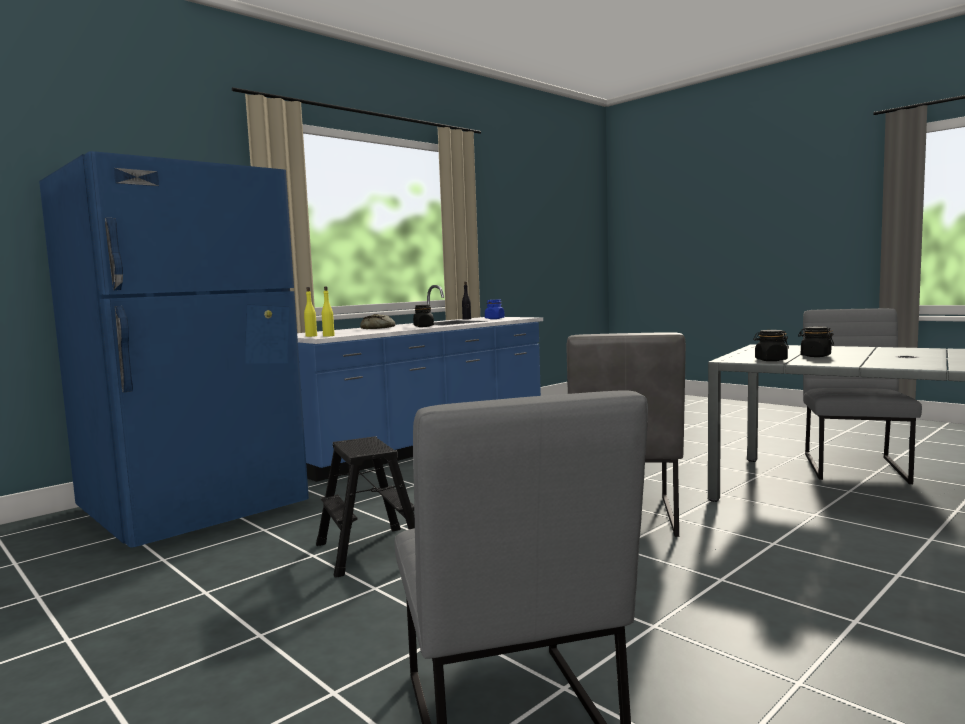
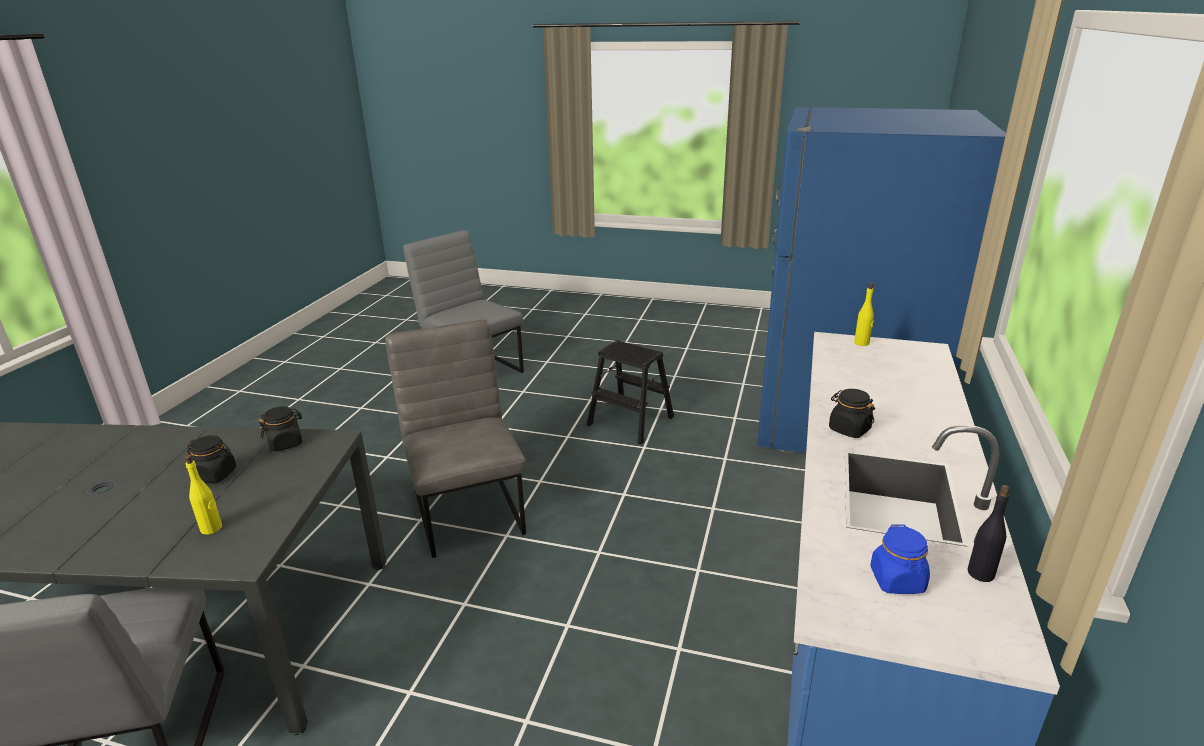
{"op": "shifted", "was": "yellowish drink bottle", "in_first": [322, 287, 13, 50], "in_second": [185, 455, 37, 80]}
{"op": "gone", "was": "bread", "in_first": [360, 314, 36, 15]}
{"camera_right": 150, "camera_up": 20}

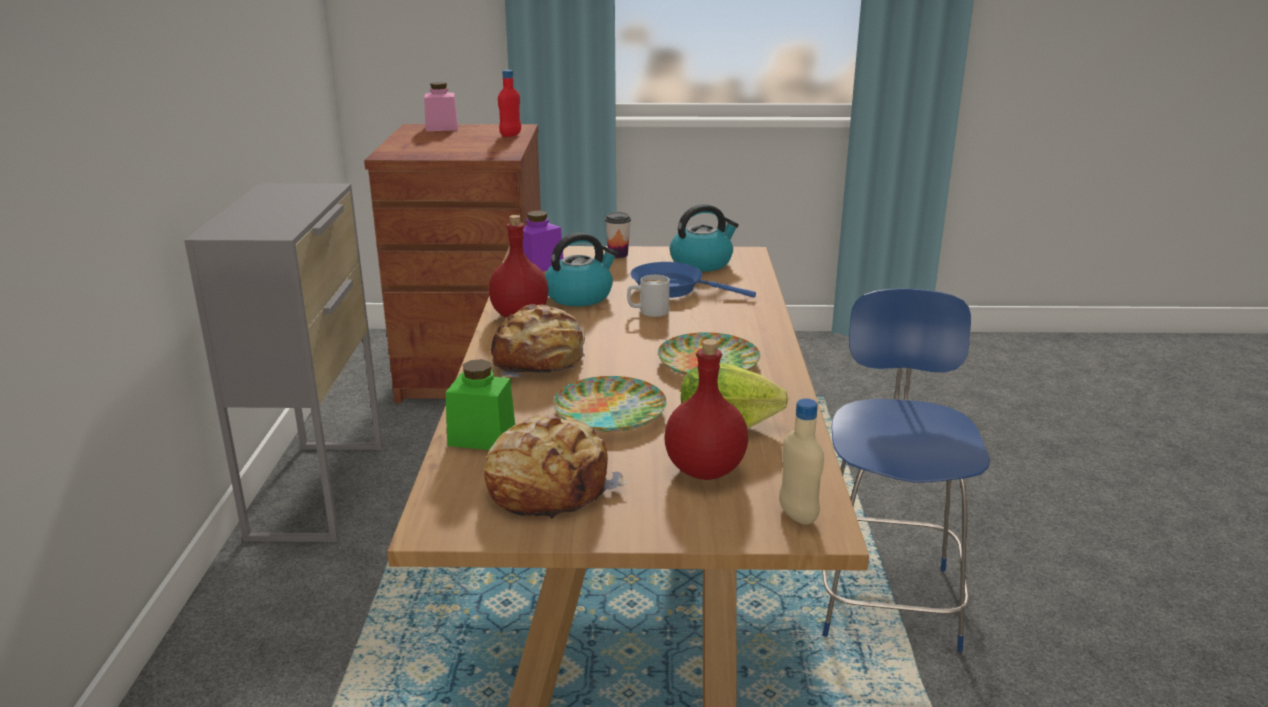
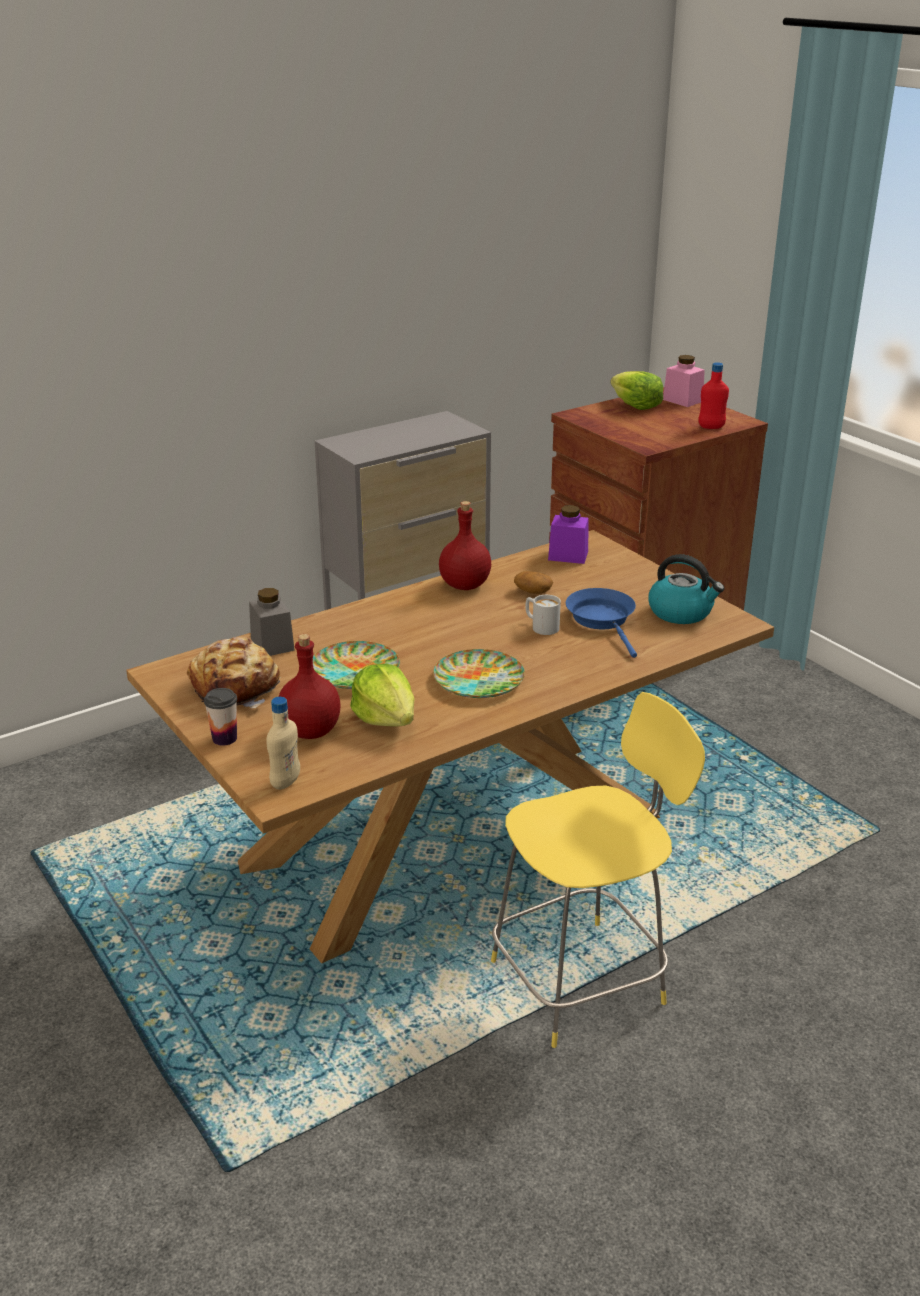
{"op": "shifted", "was": "small cup", "in_first": [605, 212, 26, 46], "in_second": [204, 688, 33, 58]}
{"op": "swapped", "was": "kettle", "now": "whole potato", "in_first": [545, 233, 72, 73], "in_second": [514, 571, 39, 23]}
{"op": "repainted", "was": "blue-coloured stool", "now": "yellowish stool", "in_first": [822, 288, 168, 364], "in_second": [491, 692, 214, 356]}
{"op": "gone", "was": "bread", "in_first": [491, 304, 94, 73]}
{"op": "repainted", "was": "green preserve jar", "now": "gray preserve jar", "in_first": [446, 359, 69, 91], "in_second": [249, 588, 46, 68]}
{"op": "new", "now": "lettuce head", "in_second": [610, 371, 53, 39]}
{"camera_right": 55, "camera_up": 5}

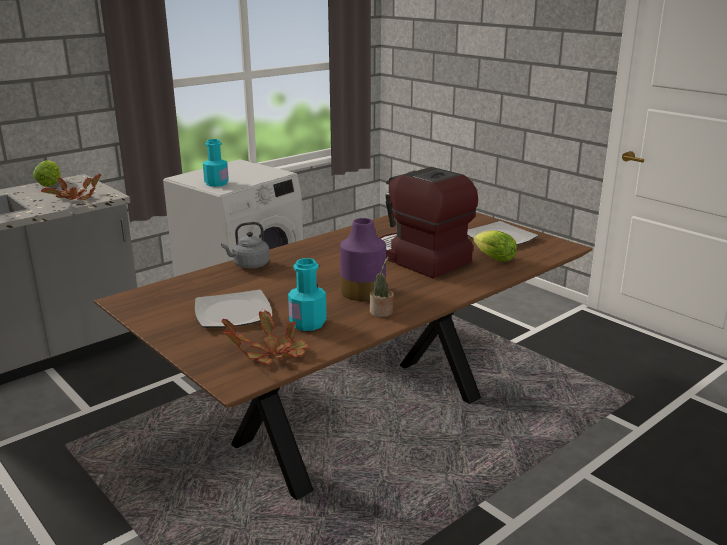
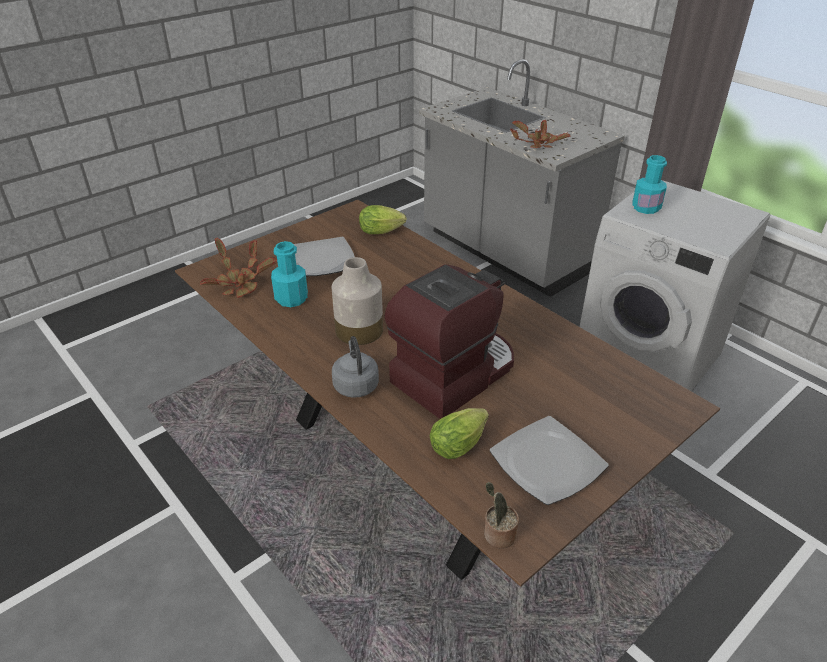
{"op": "shifted", "was": "lettuce head", "in_first": [33, 160, 28, 27], "in_second": [359, 205, 48, 29]}
{"op": "repainted", "was": "purple-coloured decorative vase", "now": "beige decorative vase", "in_first": [340, 218, 46, 83], "in_second": [332, 257, 51, 88]}
{"op": "shifted", "was": "gray kettle", "in_first": [221, 222, 48, 47], "in_second": [332, 336, 47, 62]}
{"op": "shifted", "was": "houseplant", "in_first": [370, 257, 24, 60], "in_second": [484, 482, 35, 66]}
{"camera_right": 90, "camera_up": 15}

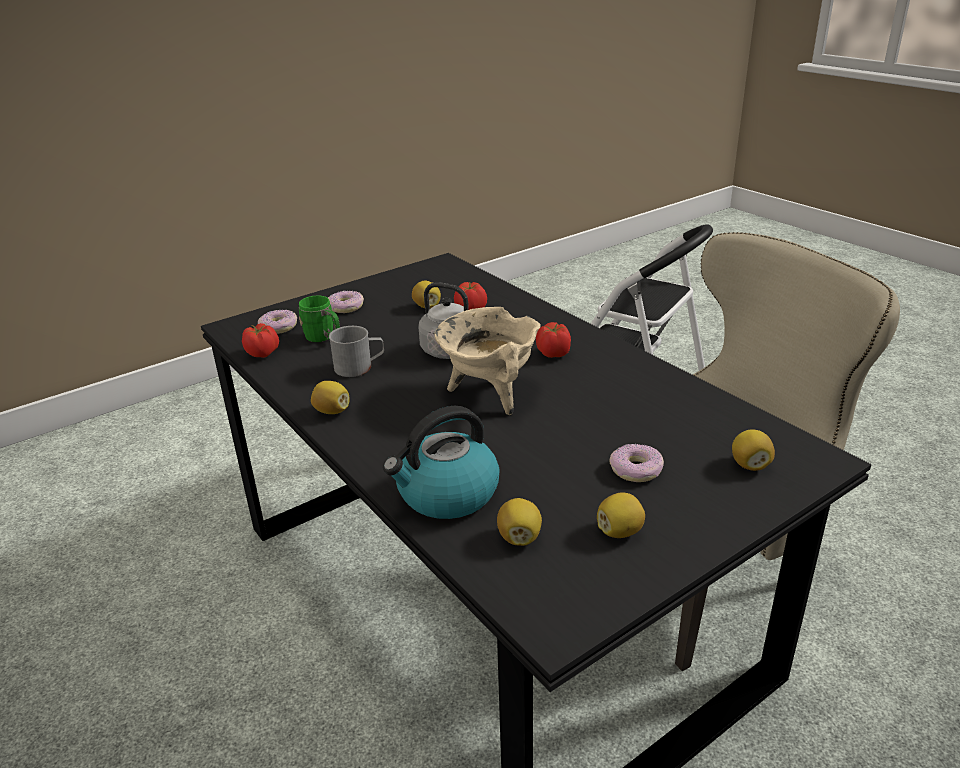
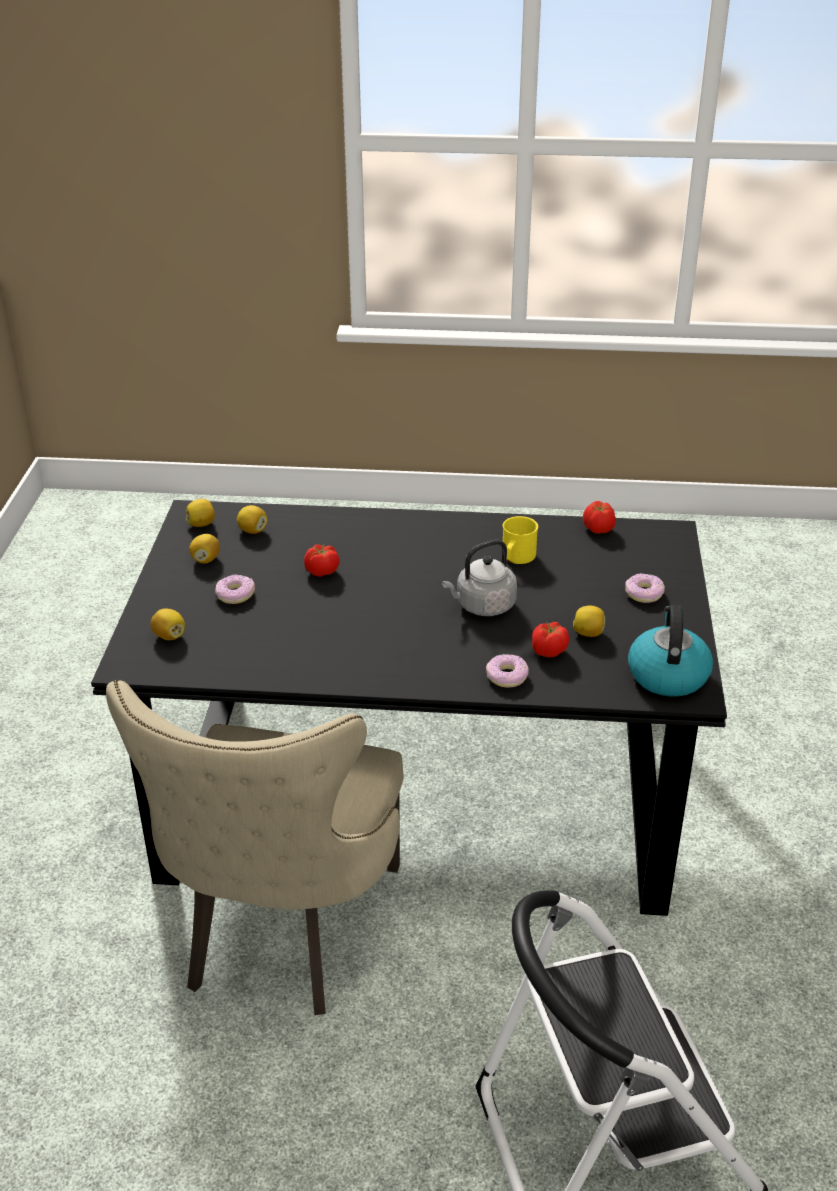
{"op": "gone", "was": "green mug", "in_first": [299, 295, 41, 47]}
{"op": "gone", "was": "beige saucepot", "in_first": [434, 307, 107, 108]}
{"op": "shifted", "was": "doughnut", "in_first": [258, 310, 39, 24], "in_second": [486, 654, 43, 34]}
{"op": "shifted", "was": "fresh tomato", "in_first": [536, 322, 35, 36], "in_second": [304, 544, 36, 33]}
{"op": "repainted", "was": "gray mug", "now": "yellowish mug", "in_first": [329, 326, 55, 51], "in_second": [503, 516, 35, 48]}
{"op": "shifted", "was": "lemon", "in_first": [311, 381, 38, 33], "in_second": [186, 499, 29, 28]}
{"op": "shifted", "was": "kettle", "in_first": [383, 406, 117, 113], "in_second": [628, 604, 85, 92]}
{"camera_right": 130, "camera_up": 5}

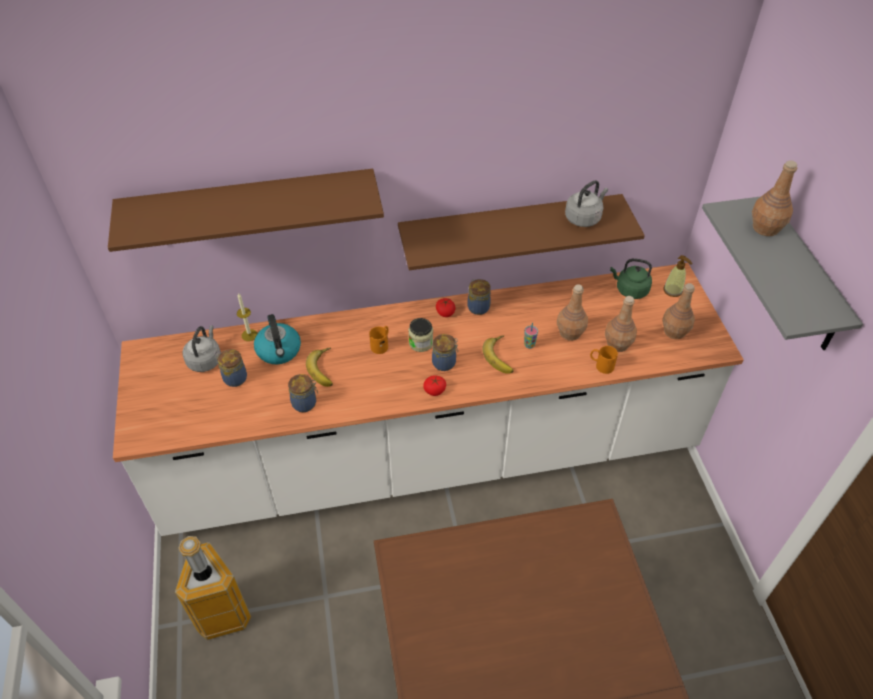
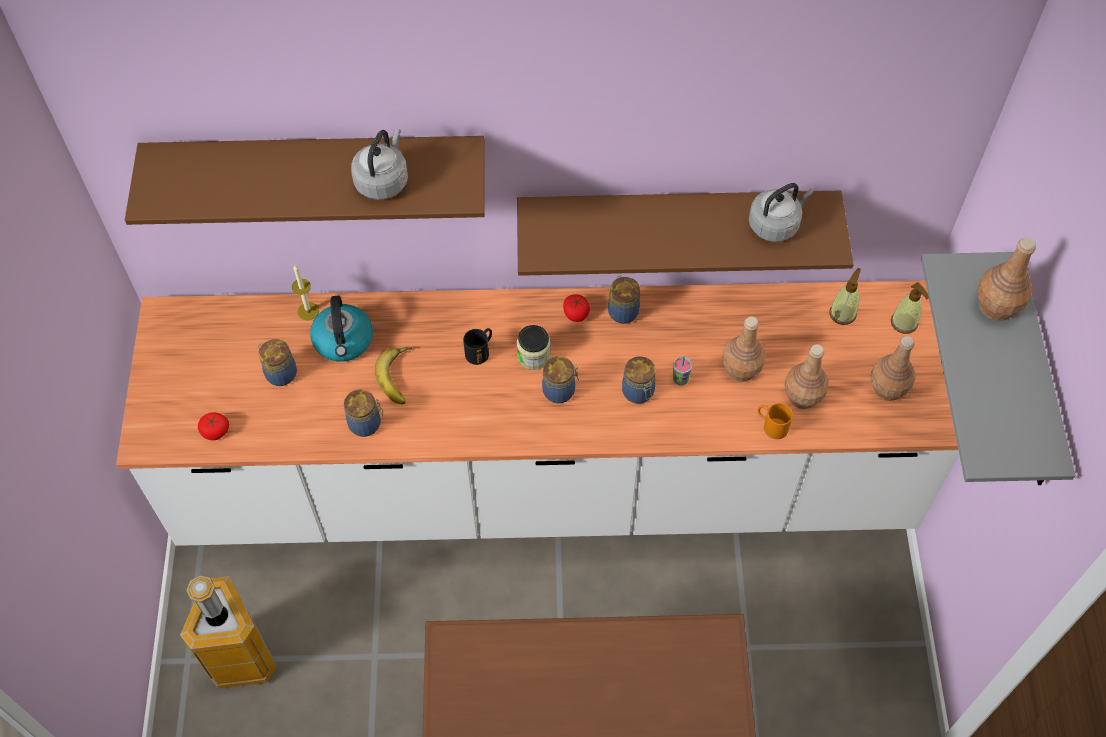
{"op": "swapped", "was": "green kettle", "now": "liquid soap bottle", "in_first": [610, 258, 42, 41], "in_second": [829, 268, 32, 57]}
{"op": "shifted", "was": "gray kettle", "in_first": [183, 325, 38, 47], "in_second": [351, 128, 57, 72]}
{"op": "repainted", "was": "orange mug", "now": "blackish mug", "in_first": [369, 326, 20, 28], "in_second": [463, 328, 29, 37]}
{"op": "swapped", "was": "banana fruit", "now": "preserve jar", "in_first": [482, 335, 32, 39], "in_second": [622, 356, 34, 48]}
{"op": "shifted", "was": "fresh tomato", "in_first": [423, 375, 23, 21], "in_second": [198, 412, 31, 28]}
{"camera_right": 10, "camera_up": 10}

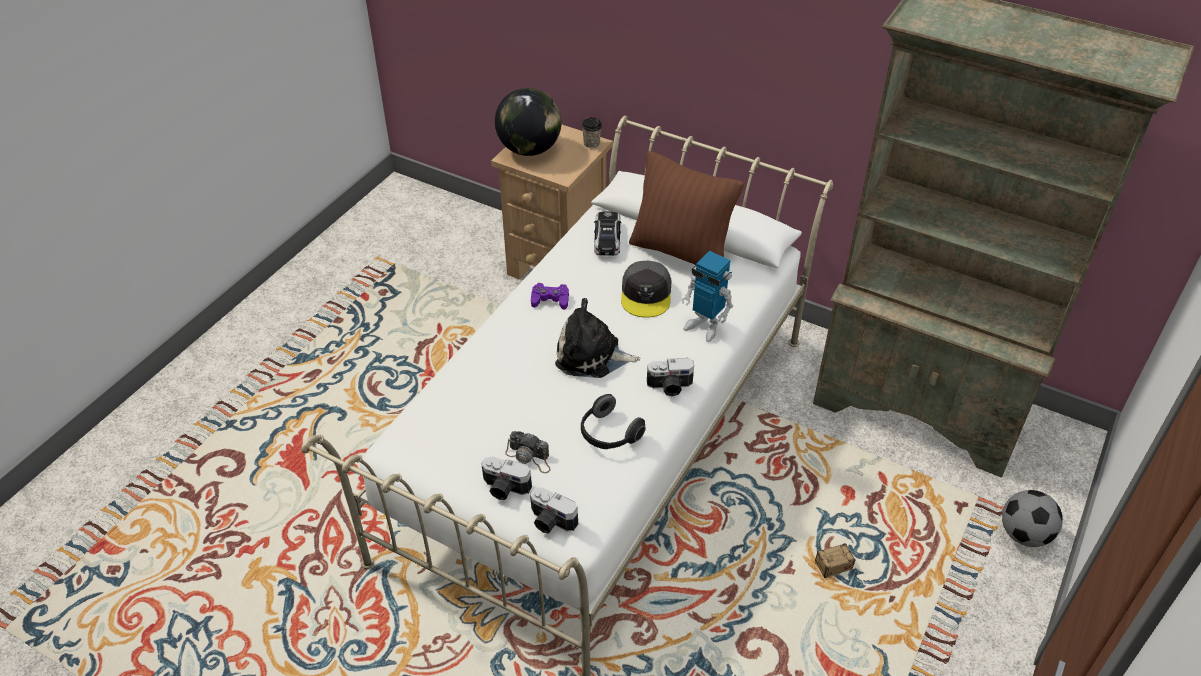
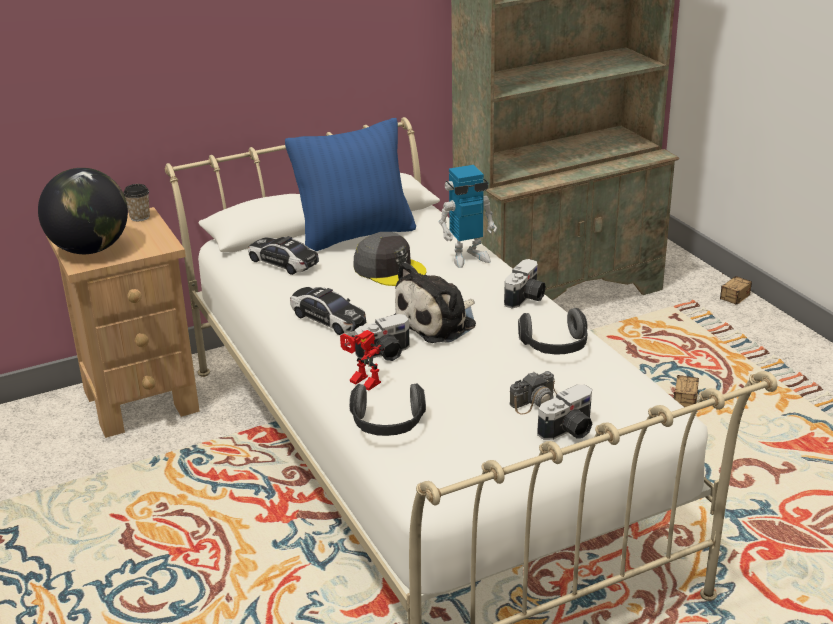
{"op": "repainted", "was": "brownish throw pillow", "now": "blue-coloured throw pillow", "in_first": [629, 151, 115, 114], "in_second": [285, 118, 131, 133]}
{"op": "swapped", "was": "purple-coloured gamepad", "now": "toy car", "in_first": [531, 283, 38, 27], "in_second": [290, 287, 77, 48]}
{"op": "shifted", "was": "photo camera", "in_first": [530, 487, 48, 47], "in_second": [354, 314, 56, 47]}
{"op": "swapped", "was": "football", "now": "storage container", "in_first": [1002, 490, 61, 57], "in_second": [720, 273, 32, 32]}
{"op": "new", "now": "robot figure", "in_second": [340, 330, 44, 60]}
{"op": "new", "now": "headset", "in_second": [349, 383, 77, 53]}
{"camera_right": -55, "camera_up": -15}

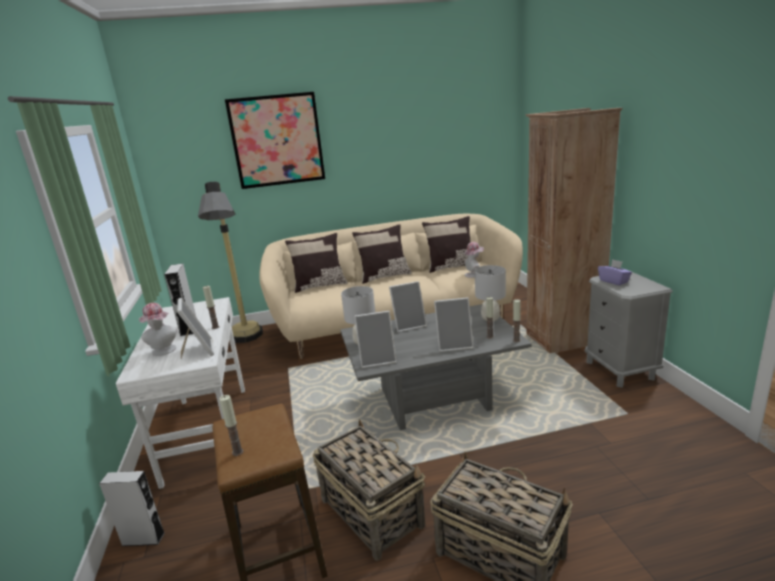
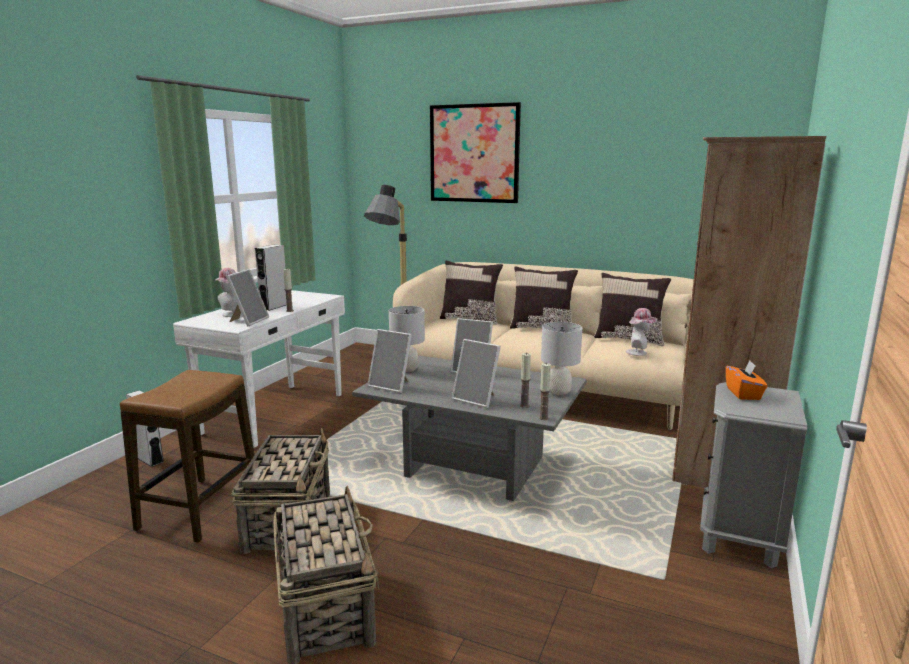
{"op": "repainted", "was": "purple-coloured tissue box", "now": "orange tissue box", "in_first": [598, 259, 34, 26], "in_second": [726, 361, 42, 39]}
{"op": "gone", "was": "candle", "in_first": [219, 395, 25, 61]}
{"camera_right": 35, "camera_up": -5}

